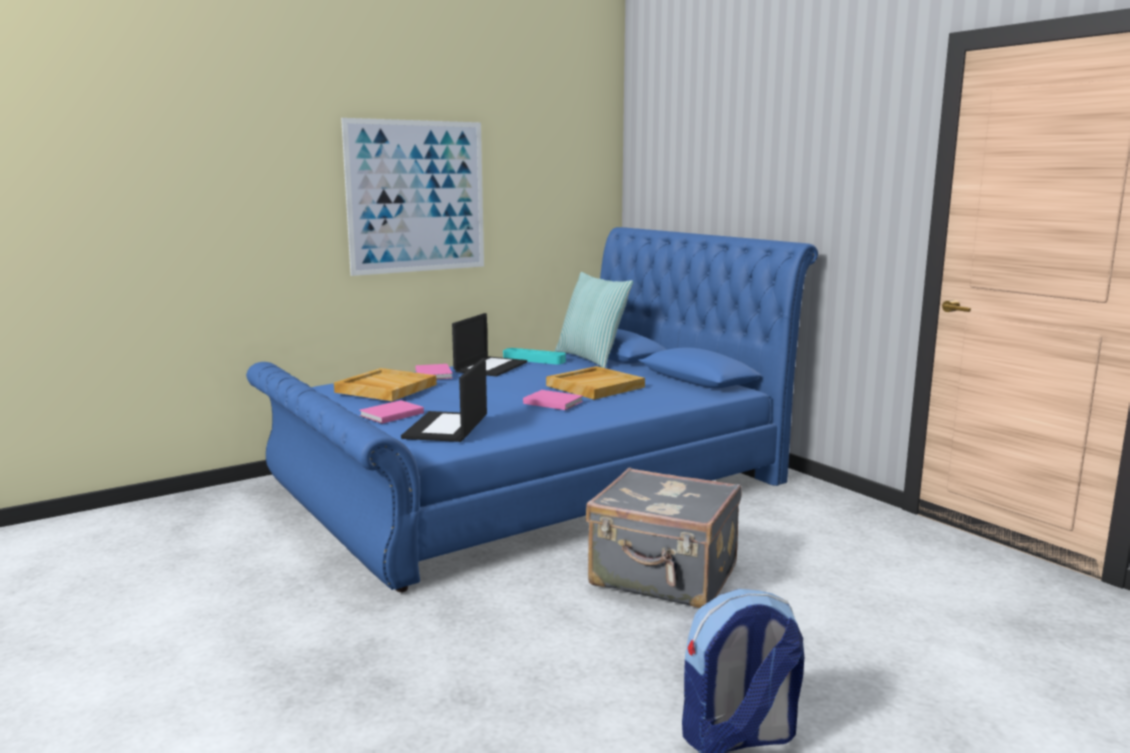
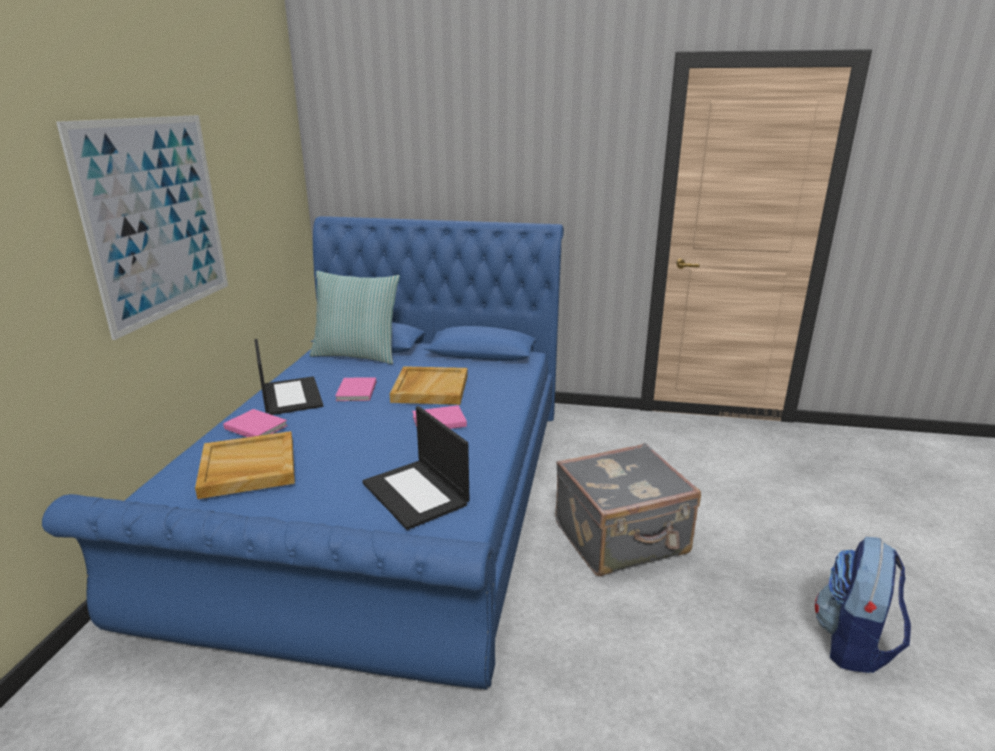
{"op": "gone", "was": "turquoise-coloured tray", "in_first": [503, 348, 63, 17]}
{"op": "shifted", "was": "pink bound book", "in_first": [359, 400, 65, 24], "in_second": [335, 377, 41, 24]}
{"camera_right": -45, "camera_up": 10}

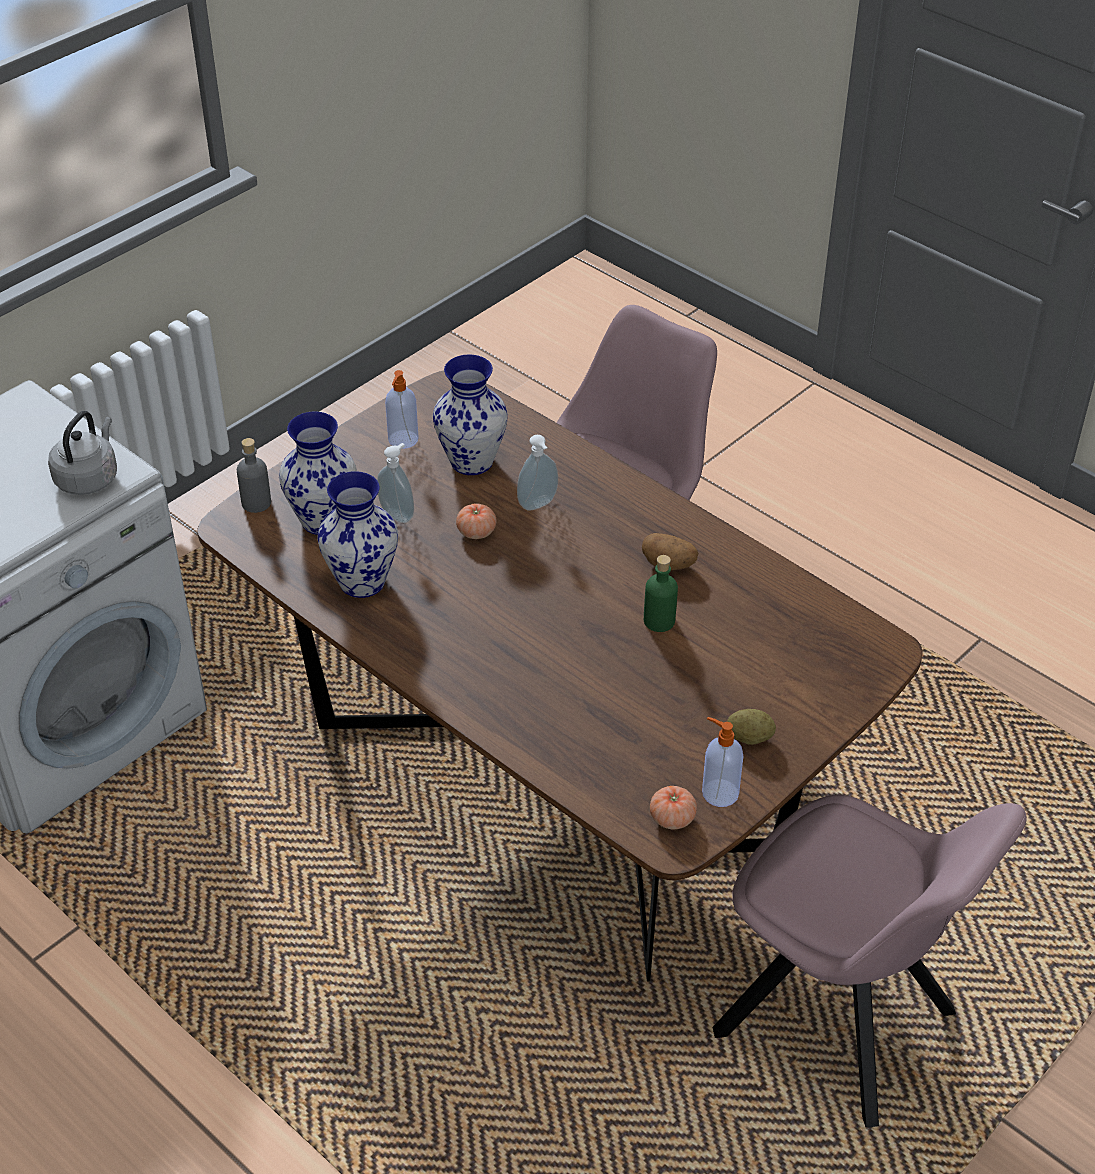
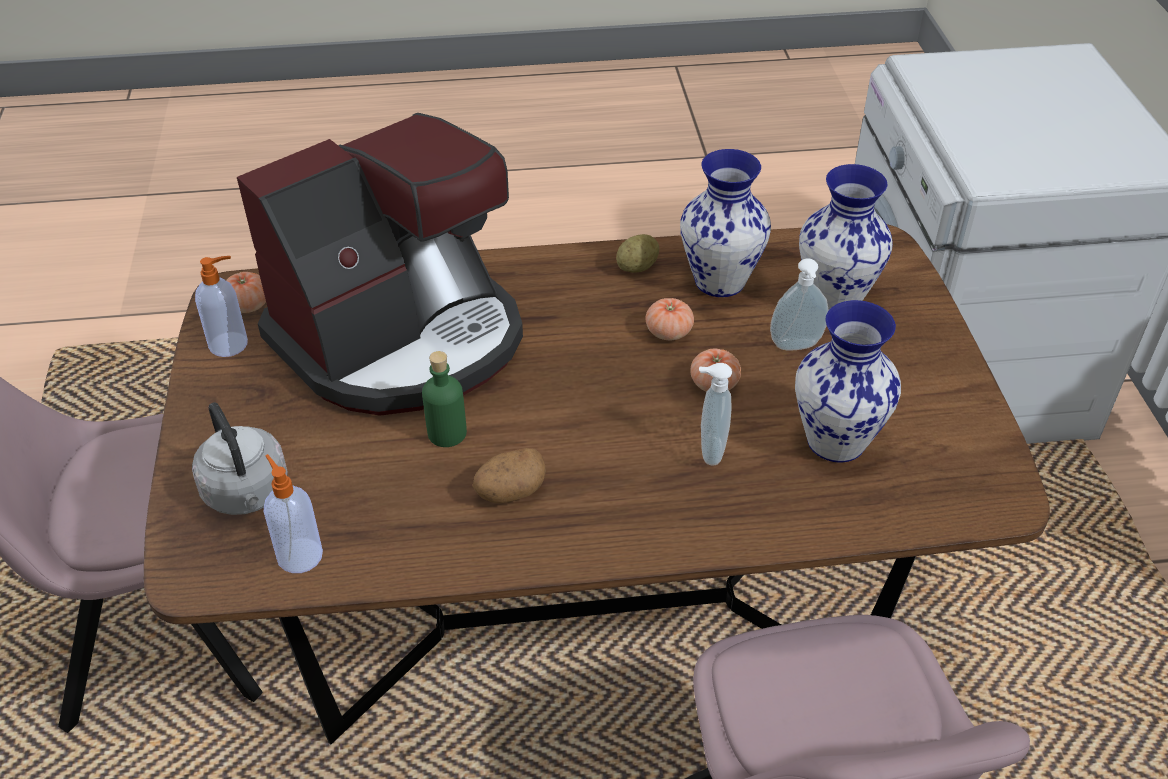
{"op": "shifted", "was": "liquid soap bottle", "in_first": [385, 370, 34, 79], "in_second": [264, 454, 59, 119]}
{"op": "shifted", "was": "gray kettle", "in_first": [48, 411, 69, 84], "in_second": [192, 402, 96, 113]}
{"op": "gone", "was": "gray drink bottle", "in_first": [237, 438, 34, 75]}
{"op": "shifted", "was": "whole potato", "in_first": [727, 709, 49, 36], "in_second": [616, 234, 43, 39]}
{"op": "new", "now": "coffee maker", "in_second": [237, 113, 286, 303]}
{"op": "new", "now": "fresh tomato", "in_second": [645, 298, 49, 42]}
{"camera_right": 130, "camera_up": 0}

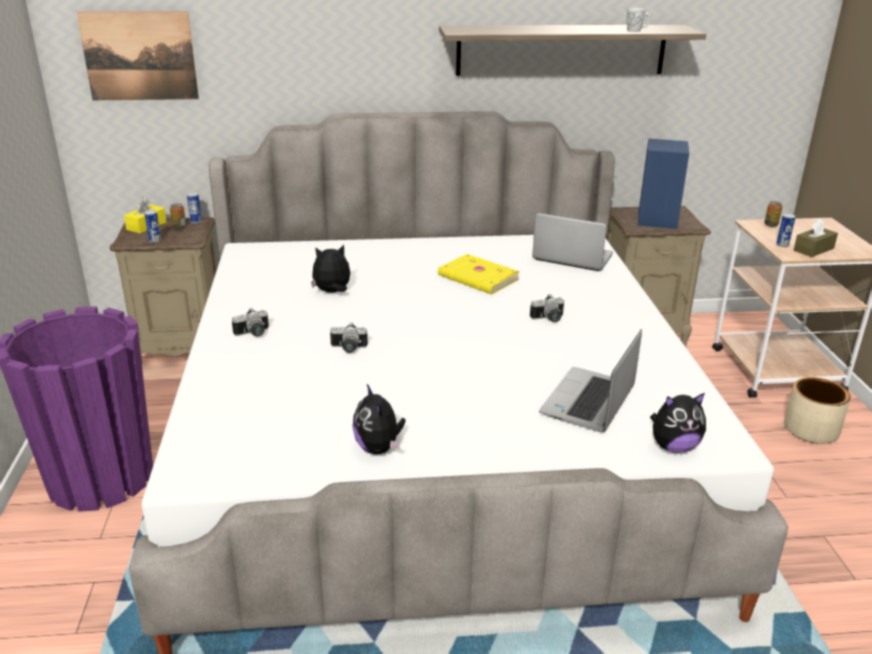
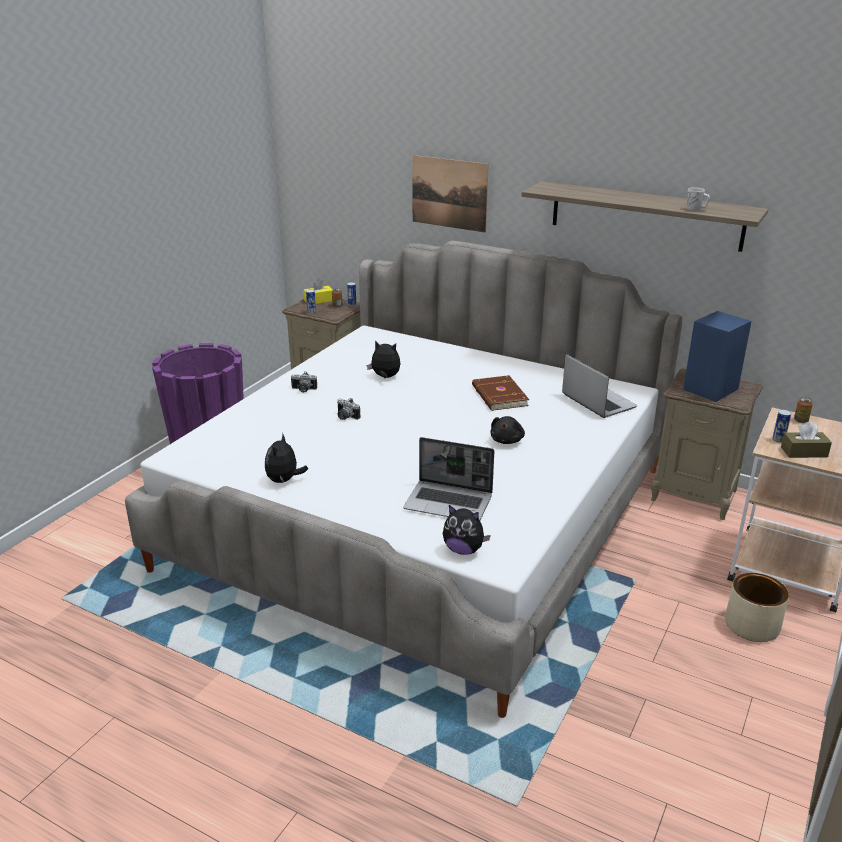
{"op": "shifted", "was": "wall art", "in_first": [76, 11, 123, 89], "in_second": [412, 155, 77, 78]}
{"op": "repainted", "was": "yellowish bound book", "now": "brownish bound book", "in_first": [438, 254, 82, 40], "in_second": [472, 375, 57, 36]}
{"op": "swapped", "was": "photo camera", "now": "blackish cuddly toy", "in_first": [530, 294, 34, 28], "in_second": [491, 416, 34, 28]}
{"op": "rotated", "was": "portable computer", "in_first": [539, 329, 103, 103], "in_second": [403, 437, 91, 83], "clockwise": -135}
{"camera_right": 35, "camera_up": 0}

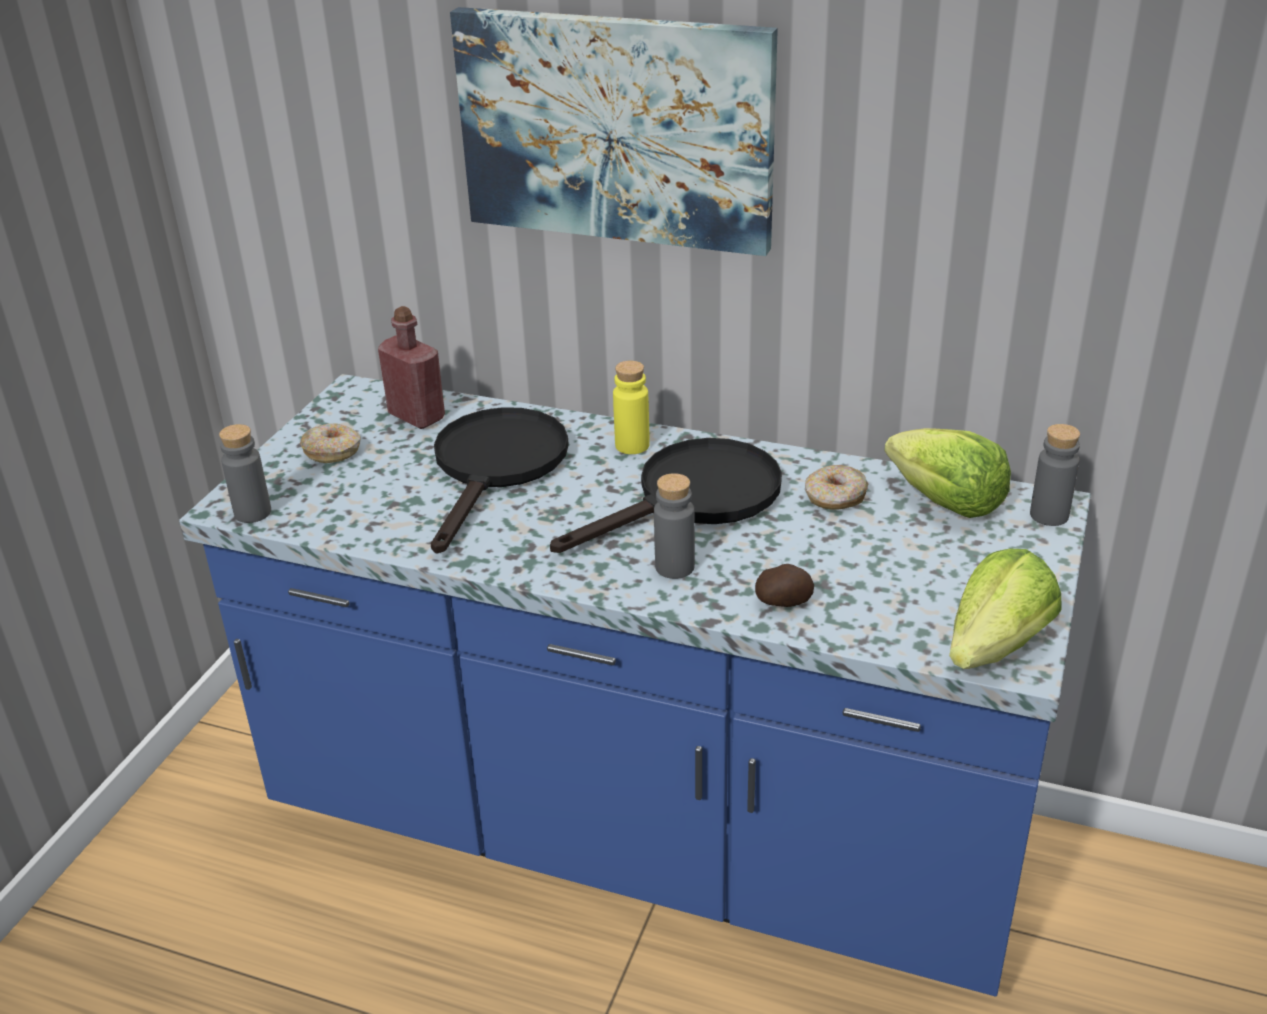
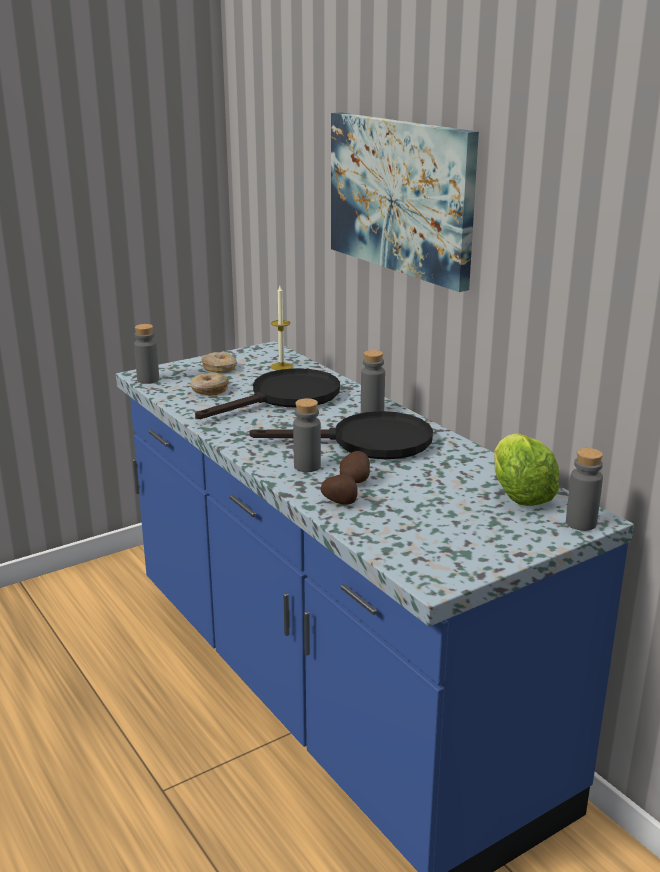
{"op": "swapped", "was": "red-coloured drink bottle", "now": "candle", "in_first": [378, 306, 67, 123], "in_second": [271, 286, 22, 84]}
{"op": "repainted", "was": "yellowish drink bottle", "now": "gray drink bottle", "in_first": [613, 361, 37, 93], "in_second": [361, 350, 24, 63]}
{"op": "shifted", "was": "doughnut", "in_first": [805, 465, 63, 45], "in_second": [190, 372, 39, 23]}
{"op": "gone", "was": "lettuce head", "in_first": [949, 549, 113, 120]}
{"op": "new", "now": "whole potato", "in_second": [340, 451, 30, 32]}
{"camera_right": 35, "camera_up": -10}

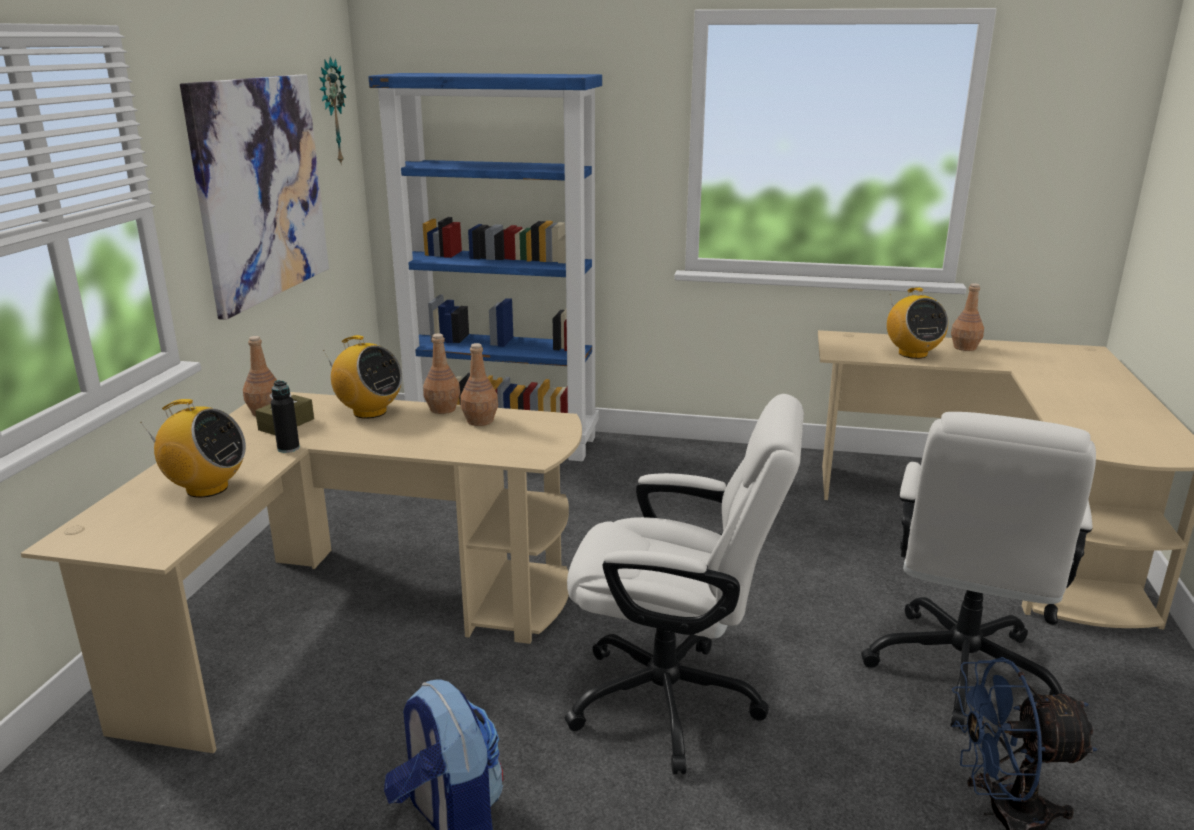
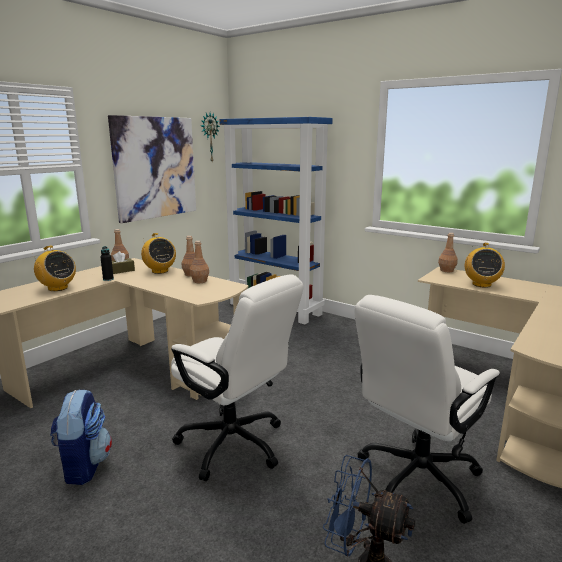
{"op": "shifted", "was": "brownish drink bottle", "in_first": [951, 283, 33, 68], "in_second": [438, 233, 20, 39]}
{"camera_right": 25, "camera_up": -5}

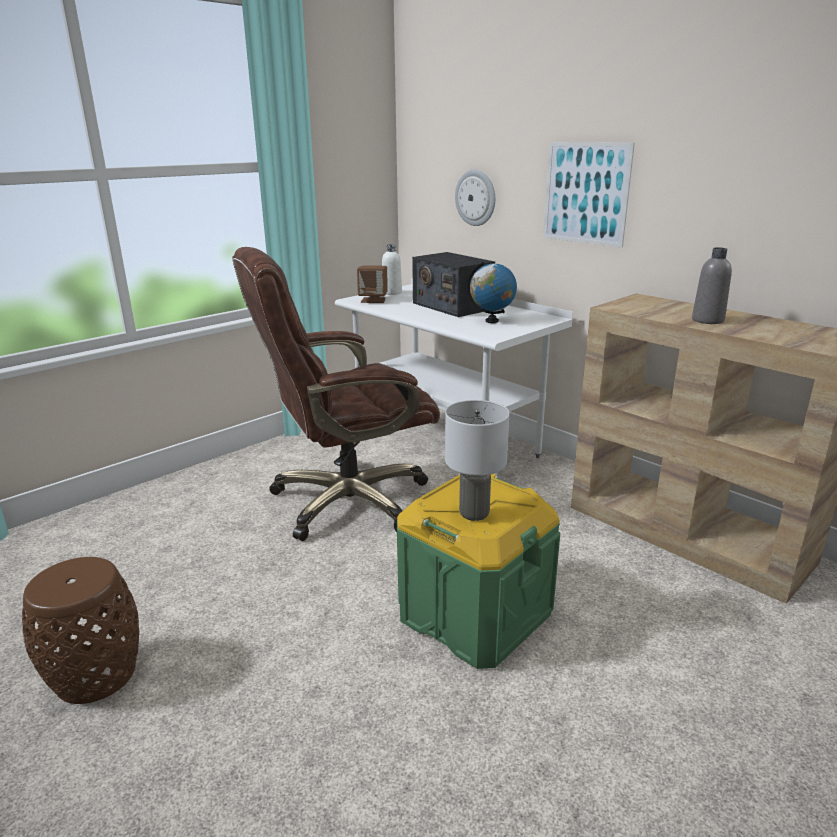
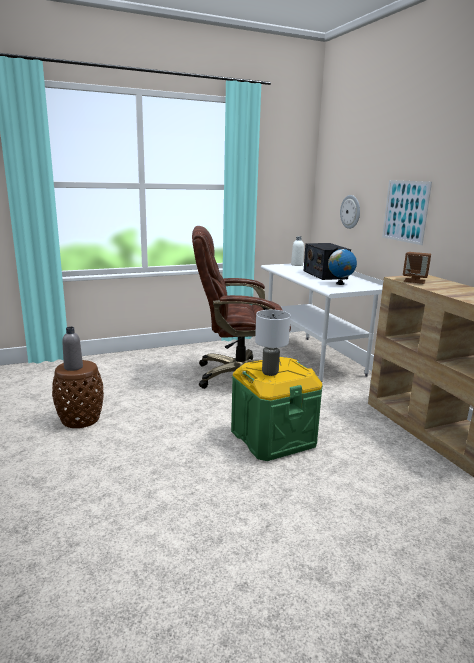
{"op": "shifted", "was": "gray drink bottle", "in_first": [692, 247, 40, 77], "in_second": [62, 327, 21, 44]}
{"op": "shifted", "was": "brownish audio speaker", "in_first": [357, 266, 31, 37], "in_second": [403, 252, 28, 32]}
{"camera_right": 20, "camera_up": -5}

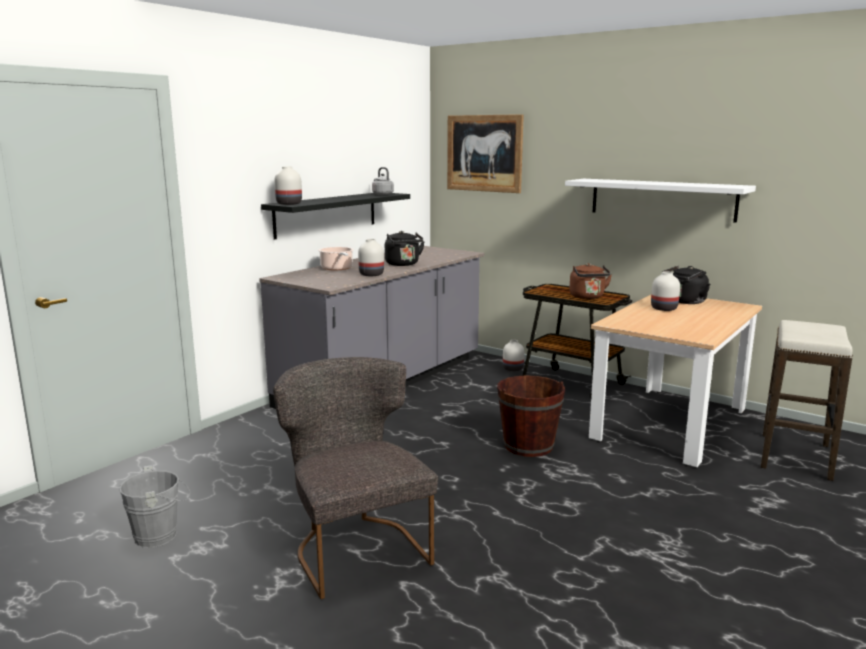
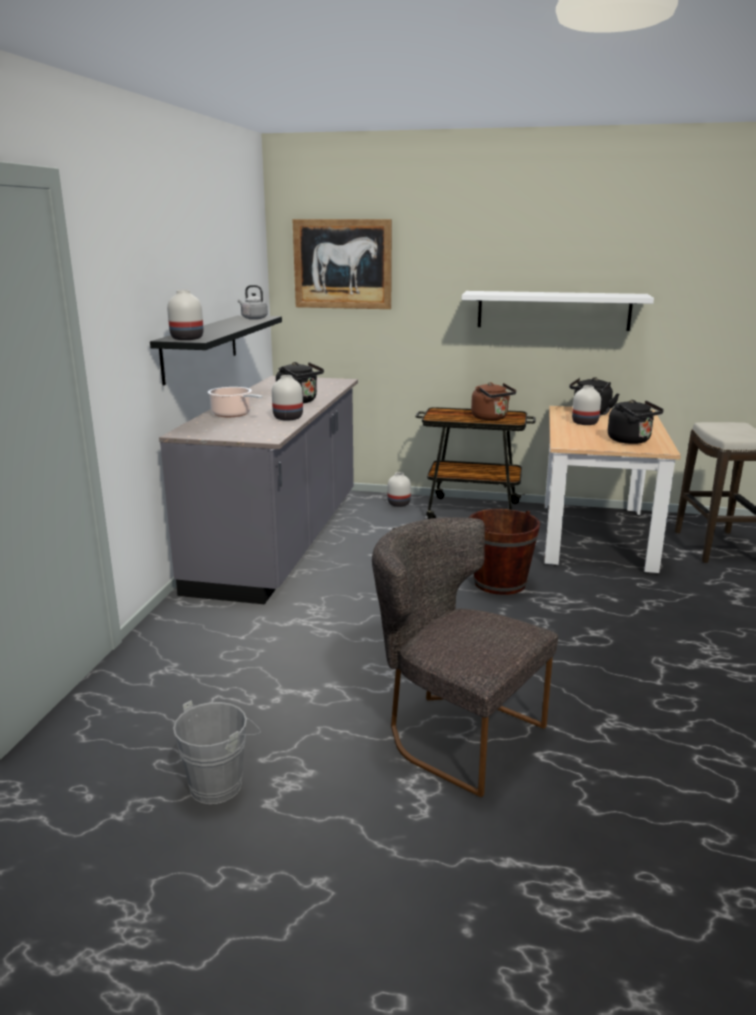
{"op": "new", "now": "blackish kettle", "in_second": [608, 400, 56, 44]}
{"camera_right": -25, "camera_up": 5}

